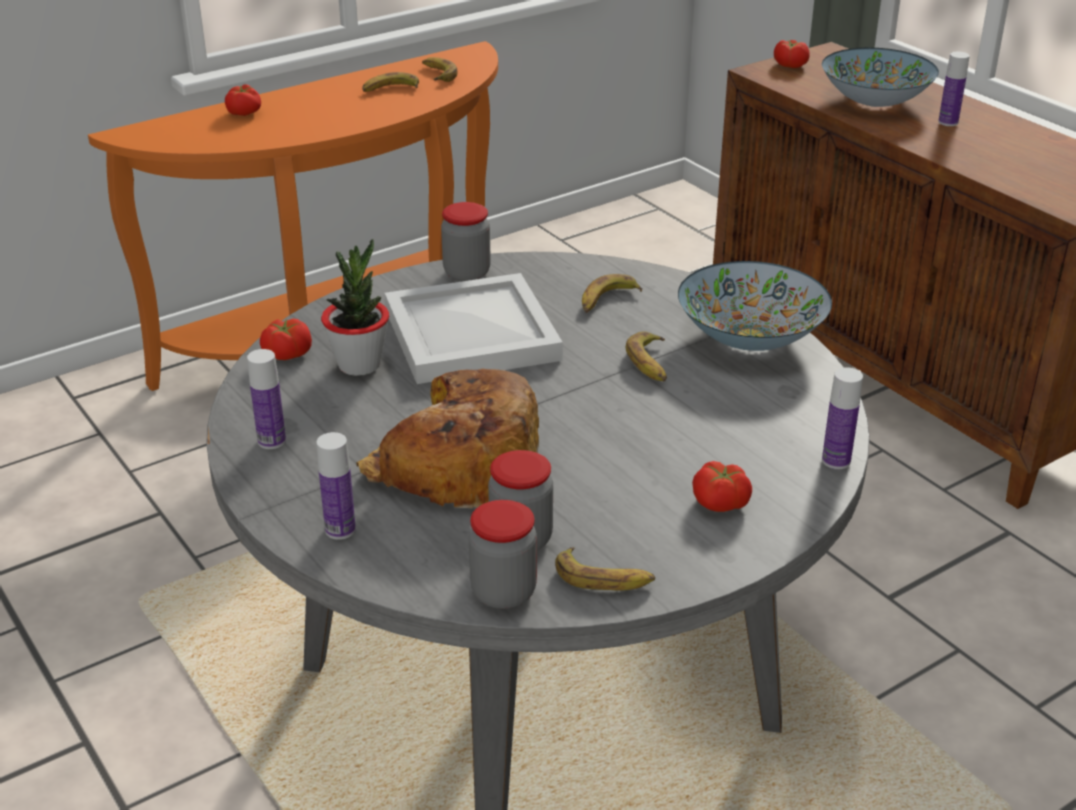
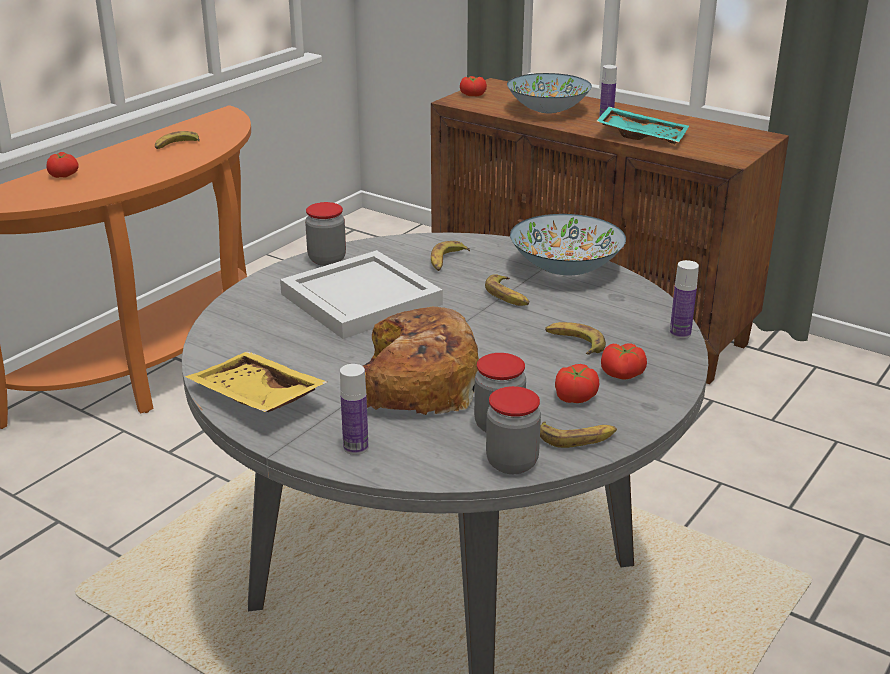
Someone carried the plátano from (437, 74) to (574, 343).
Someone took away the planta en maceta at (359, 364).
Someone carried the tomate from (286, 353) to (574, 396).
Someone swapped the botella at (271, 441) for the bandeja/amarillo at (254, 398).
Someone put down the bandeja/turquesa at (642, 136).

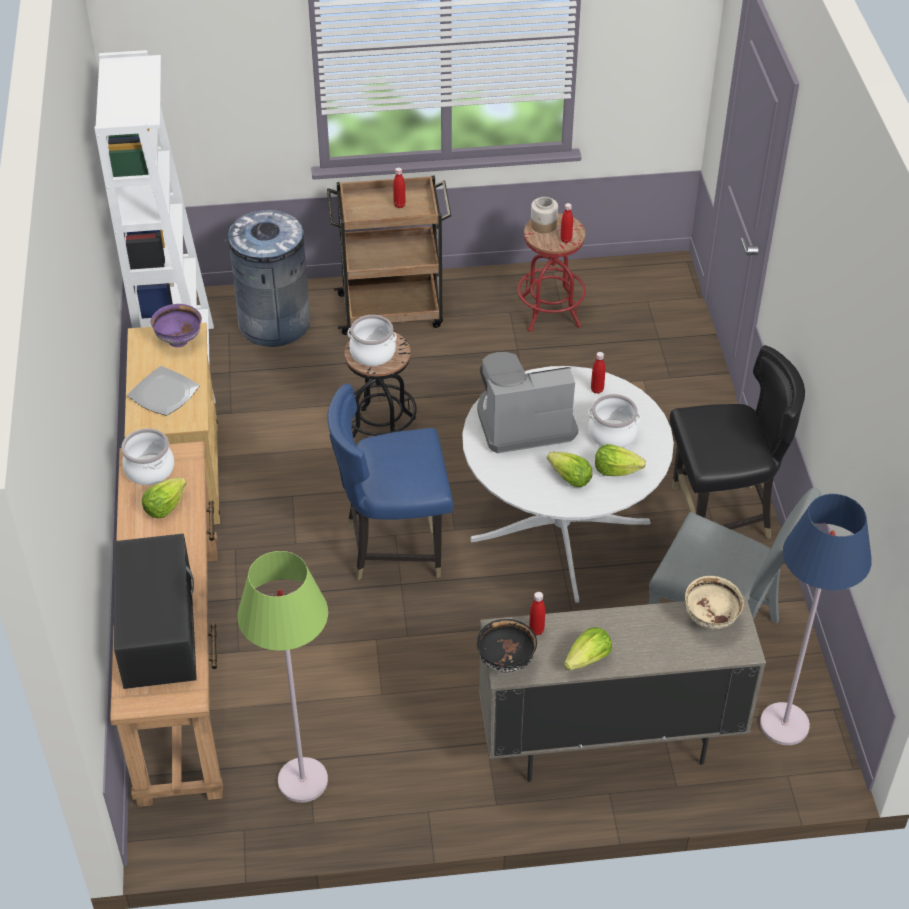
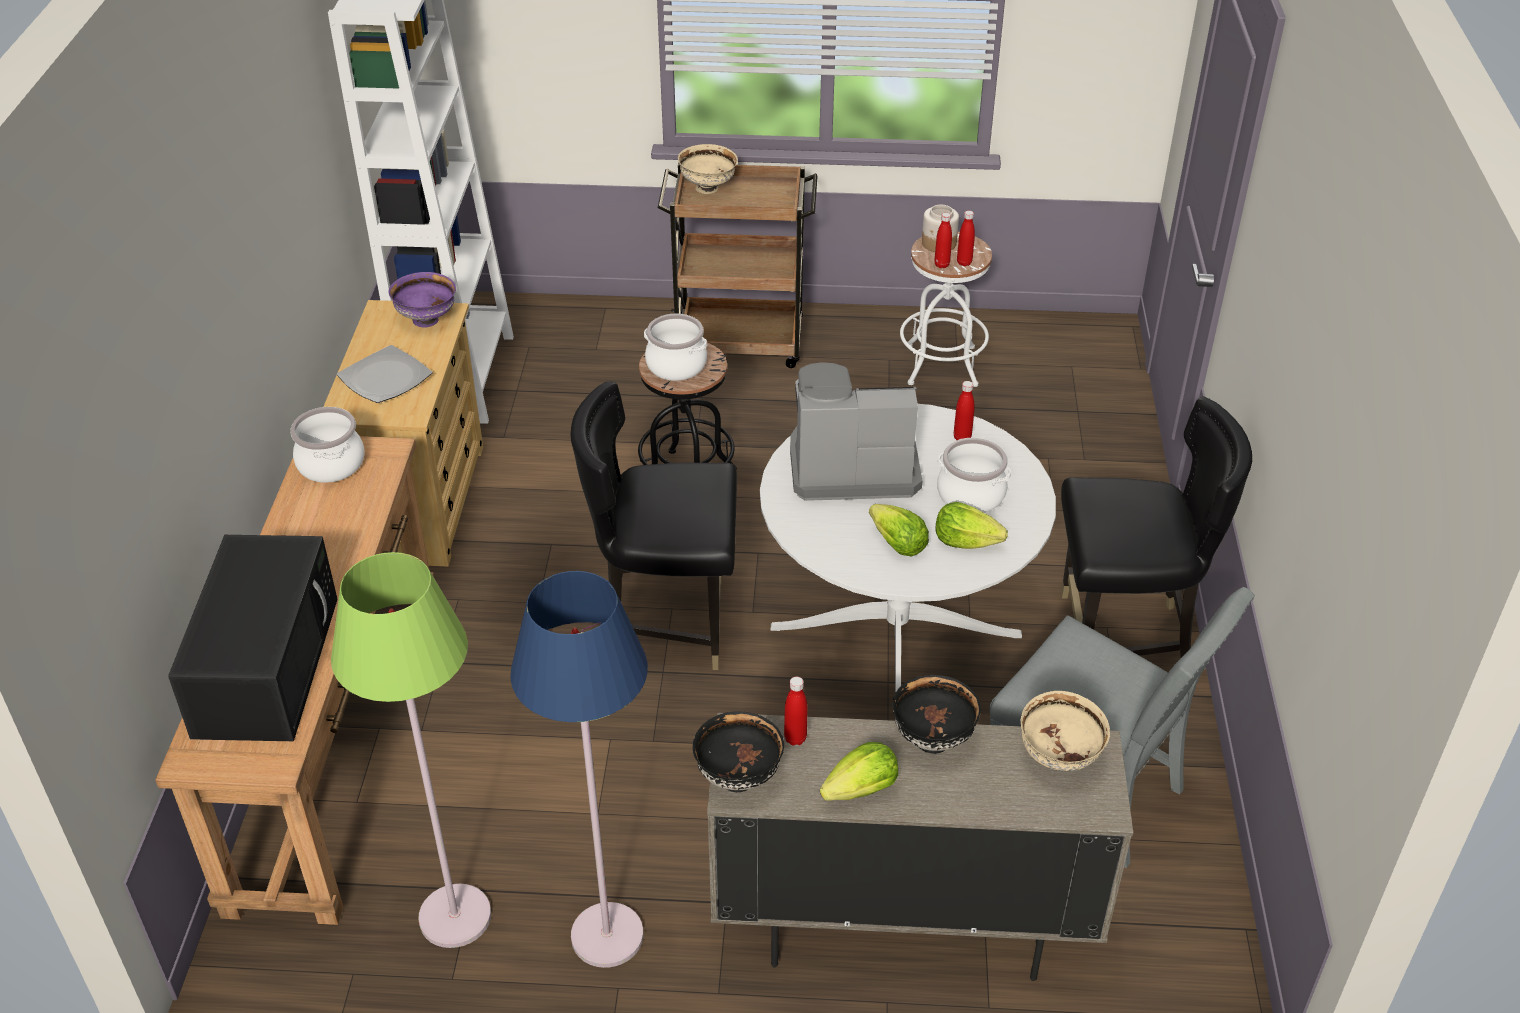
Someone carried the botella/rojo from (399, 205) to (941, 265).
Someone took away the papelera/gris at (274, 323).
Someone repainted the taburete/rojo at (550, 312), which became the taburete/blanco at (941, 365).
Someone repainted the silla/azul at (394, 546), which became the silla/negro at (666, 623).
Someone took away the lechuga at (164, 507).
Someone carried the lámpara de pie/azul from (784, 724) to (607, 935).
Someone put down the cuenco/beis at (708, 188).
Someone put down the cuenco/negro at (932, 739).

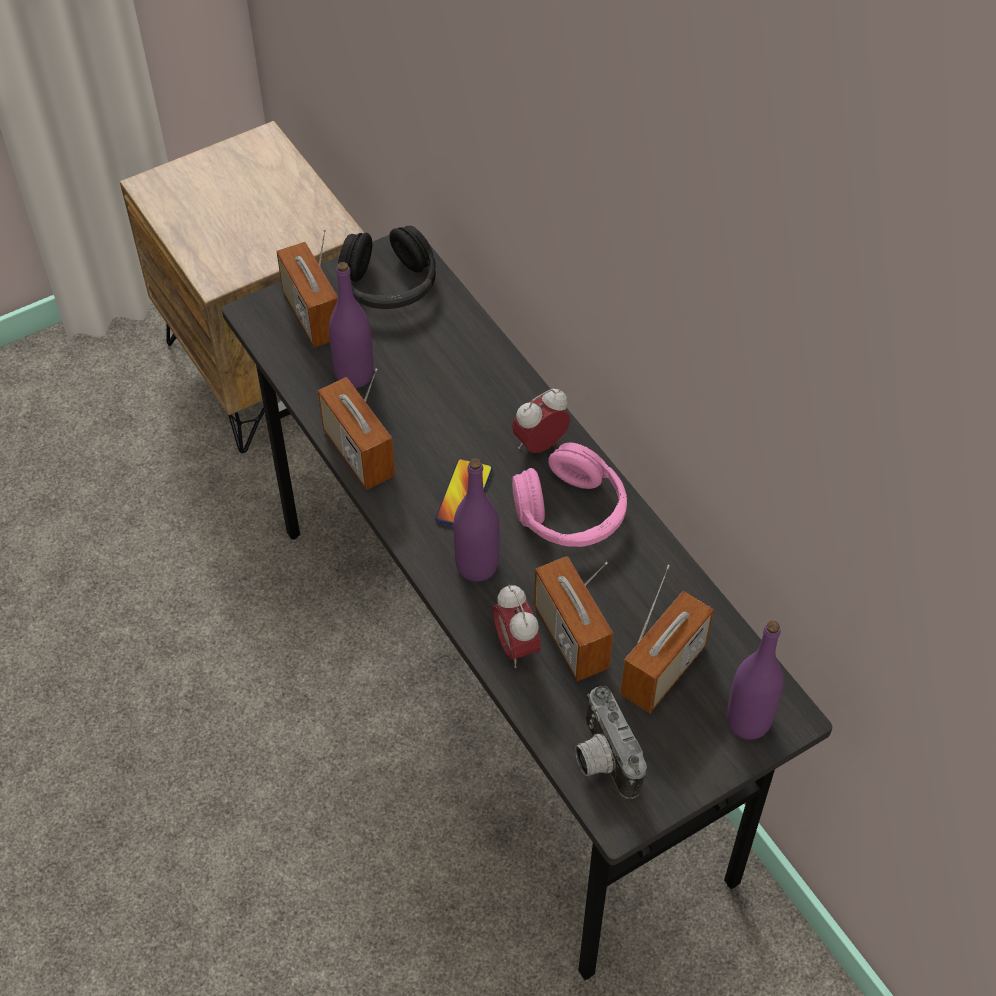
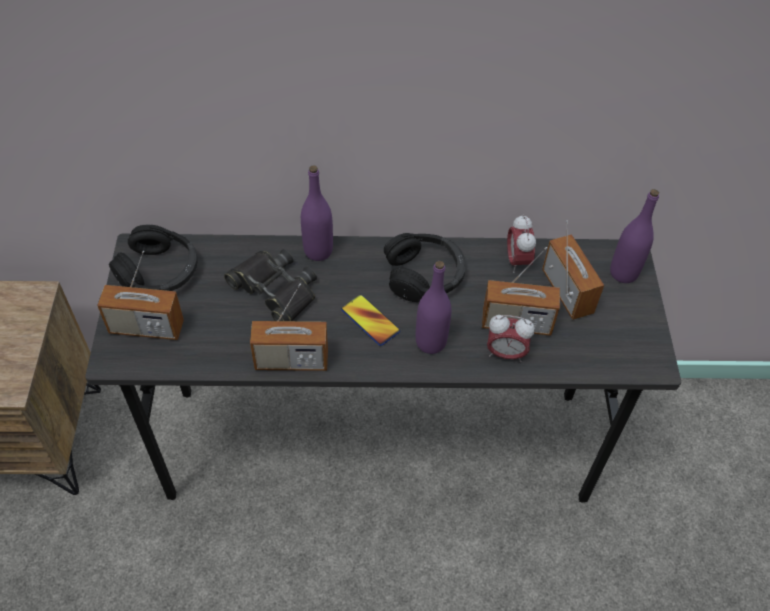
Someone carried the botella/morado from (354, 375) to (318, 251).
Someone carried the despertador from (540, 444) to (517, 261).
Someone repainted the auriculares/rosa at (571, 513), which became the auriculares/negro at (424, 275).
Someone took away the cámara at (601, 759).
Someone put down the prismáticos/negro at (275, 290).

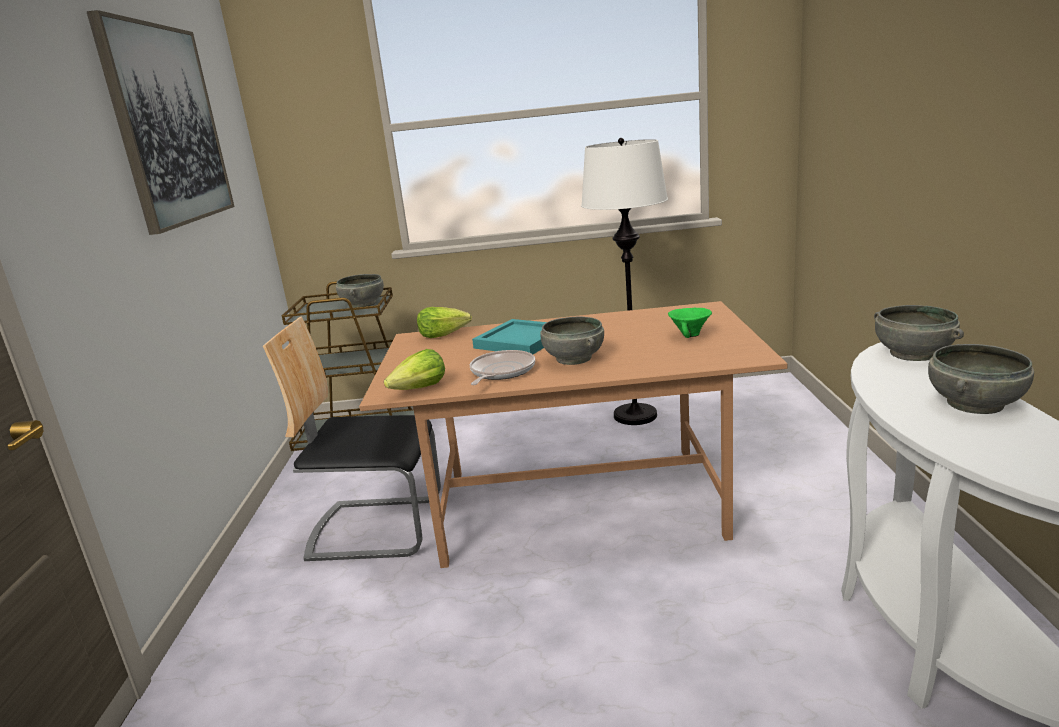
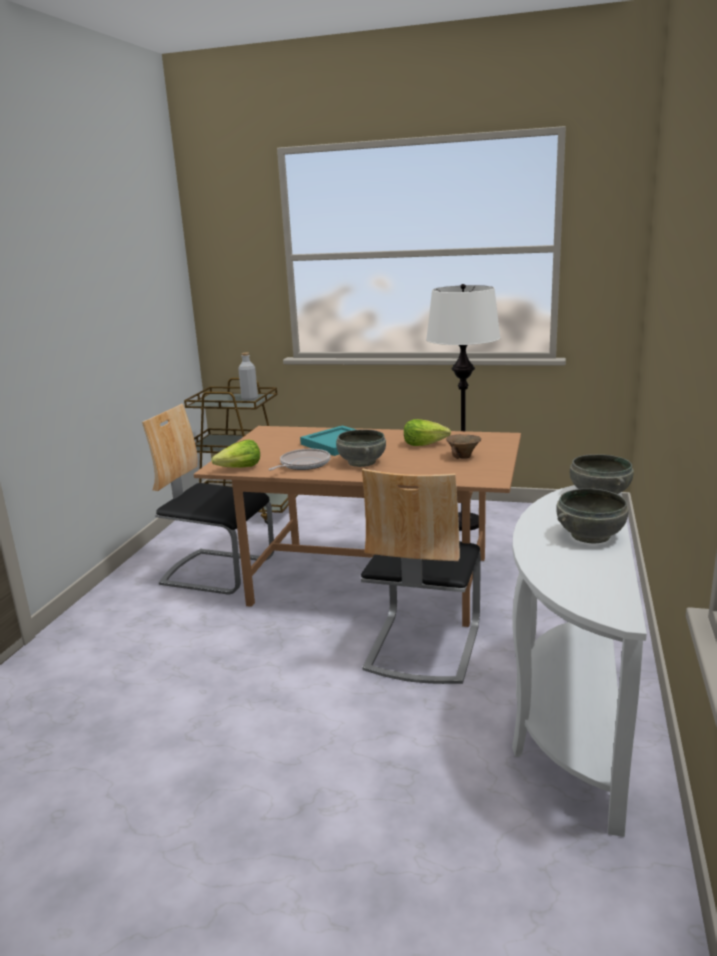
Someone took away the cuadro at (168, 126).
Someone swapped the cuenco/gris at (362, 304) for the botella/gris at (249, 398).
Someone carried the lechuga from (443, 335) to (424, 444).
Someone repainted the cuenco/verde at (690, 335), which became the cuenco/marrón at (463, 457).
Someone put down the silla at (422, 645).

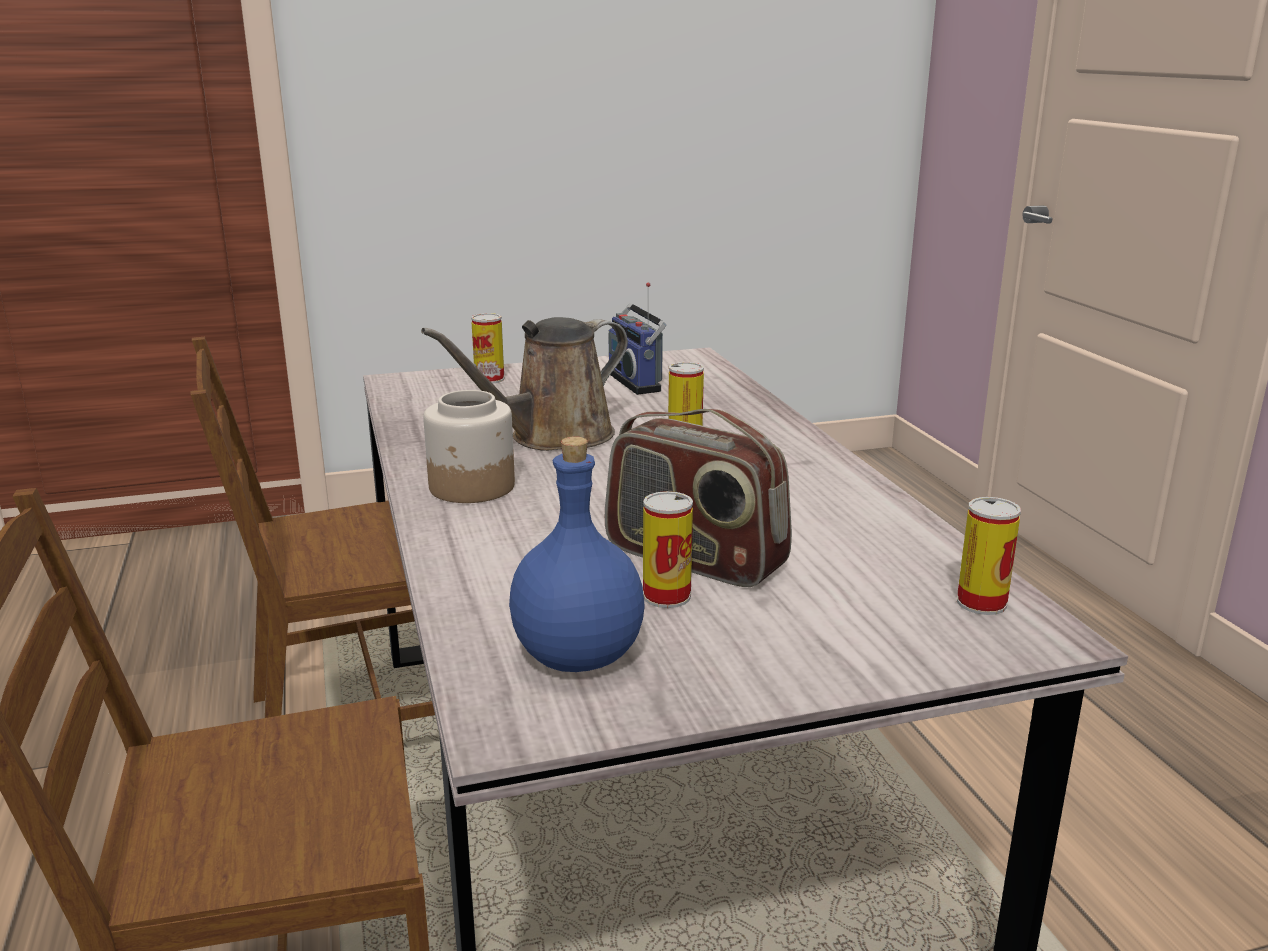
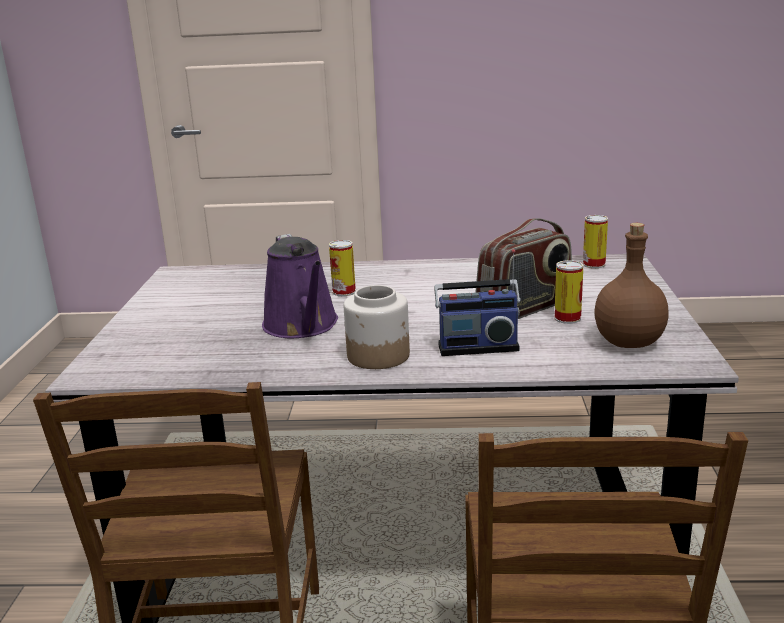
Someone carried the radio from (637, 381) to (477, 346).
Someone took away the lata at (489, 379).
Someone repainted the regadera/marrón at (553, 437), which became the regadera/morado at (302, 326).
Someone repainted the botella/azul at (580, 657), which became the botella/marrón at (629, 342).

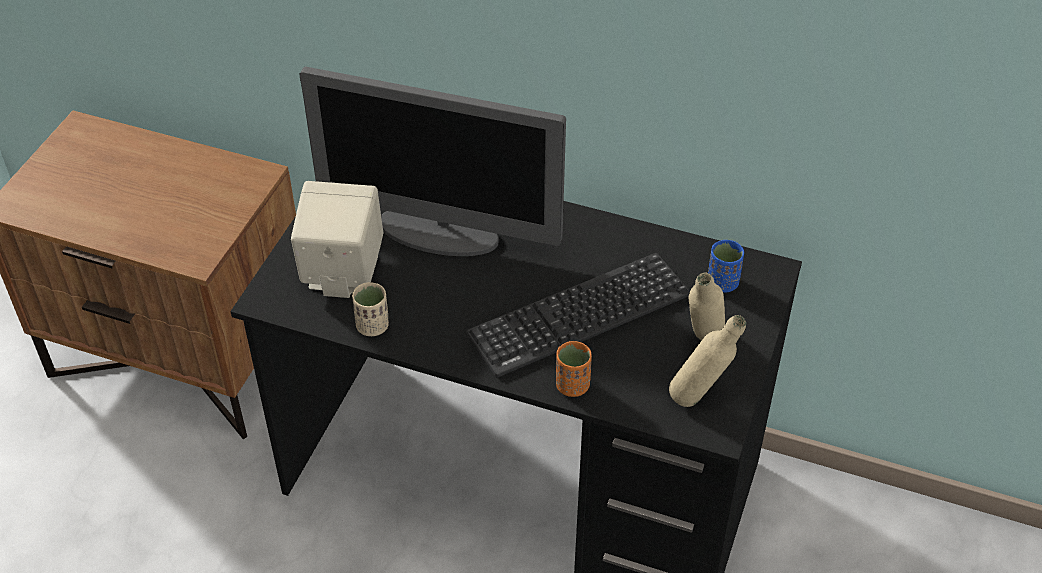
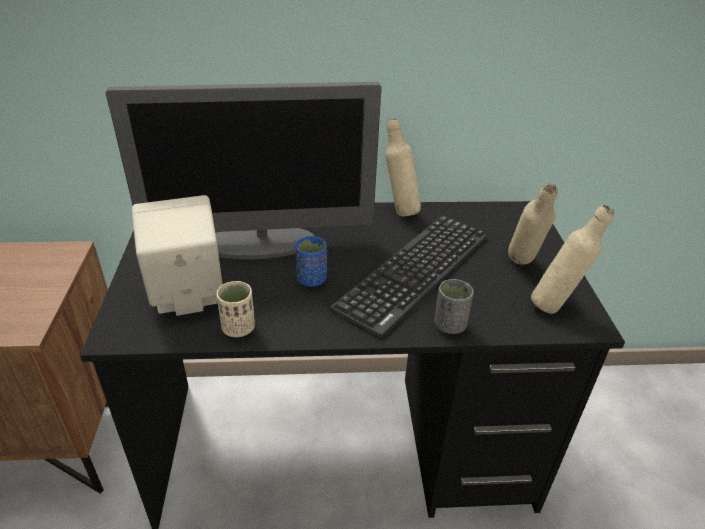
Someone carried the taza/azul from (722, 283) to (311, 279).
Someone repainted the taza/naranja at (572, 385), which became the taza/gris at (449, 325).
Someone put down the botella/beis at (399, 210).

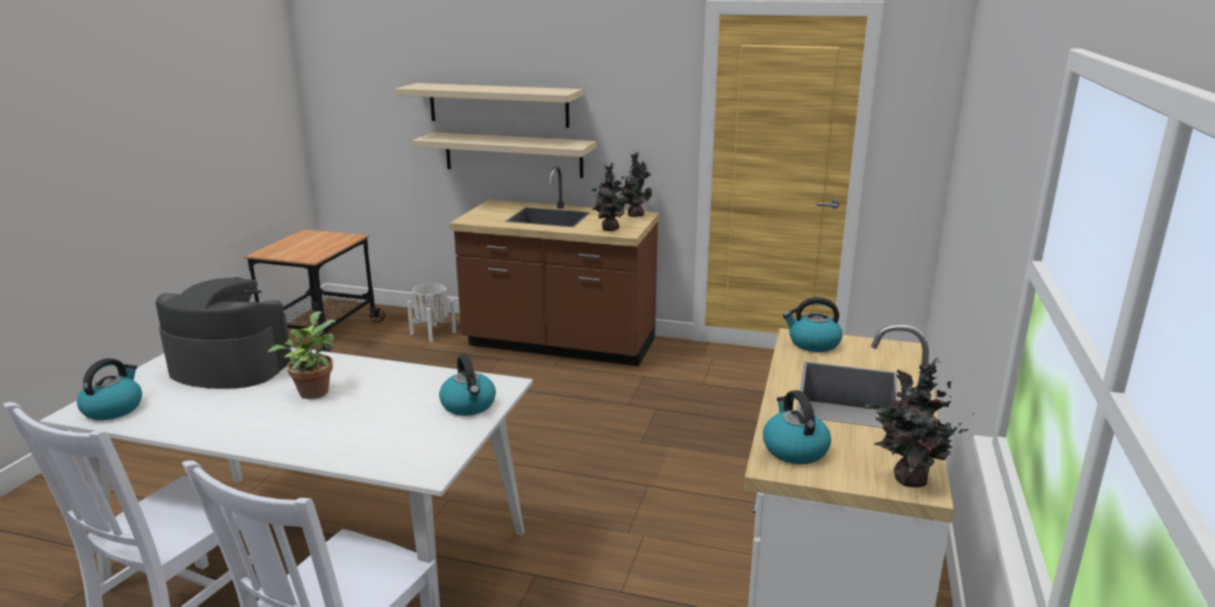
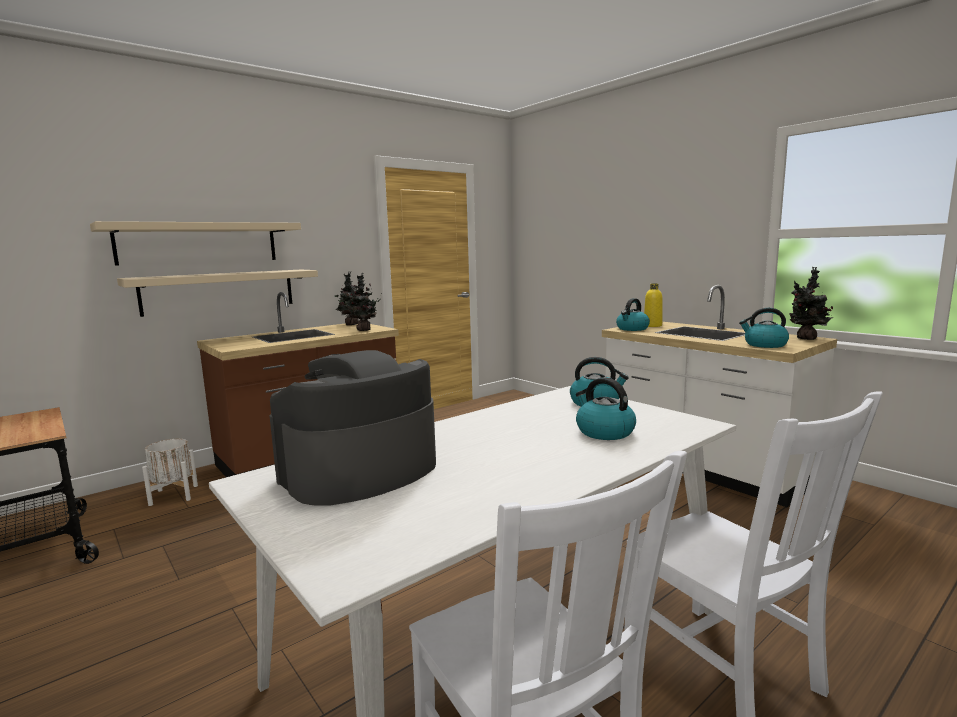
Someone took away the planta en maceta at (313, 391).
Someone carried the hervidor from (113, 408) to (604, 432).
Someone put down the botella/amarillo at (652, 325).

